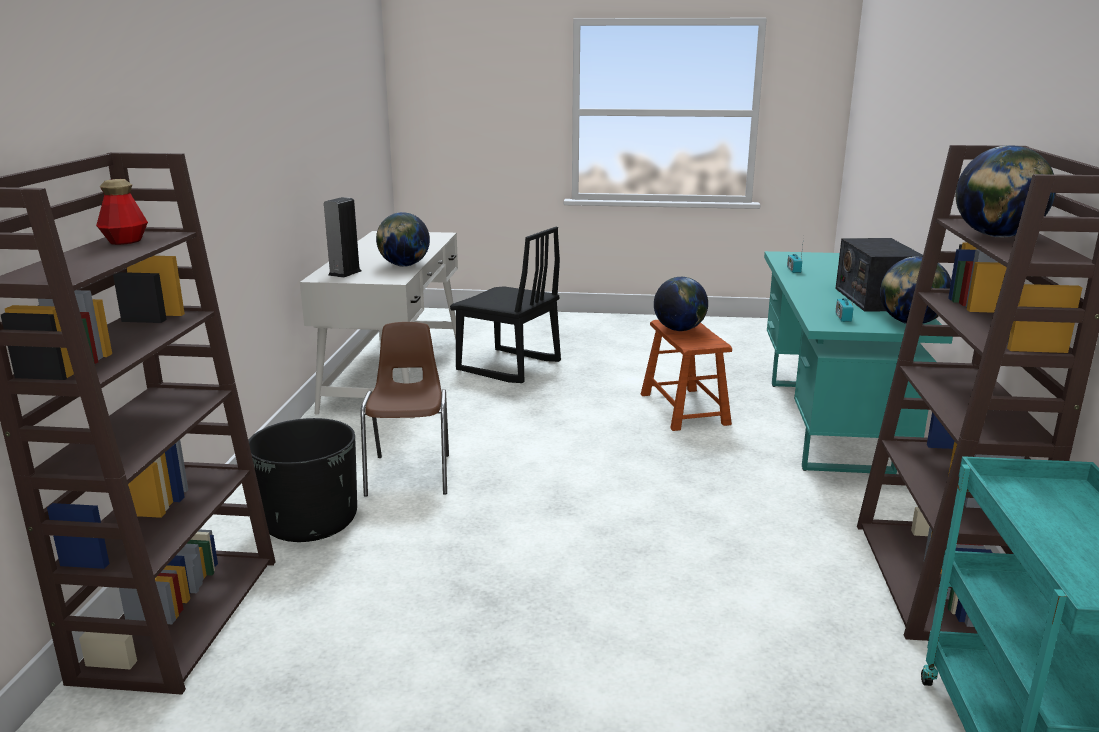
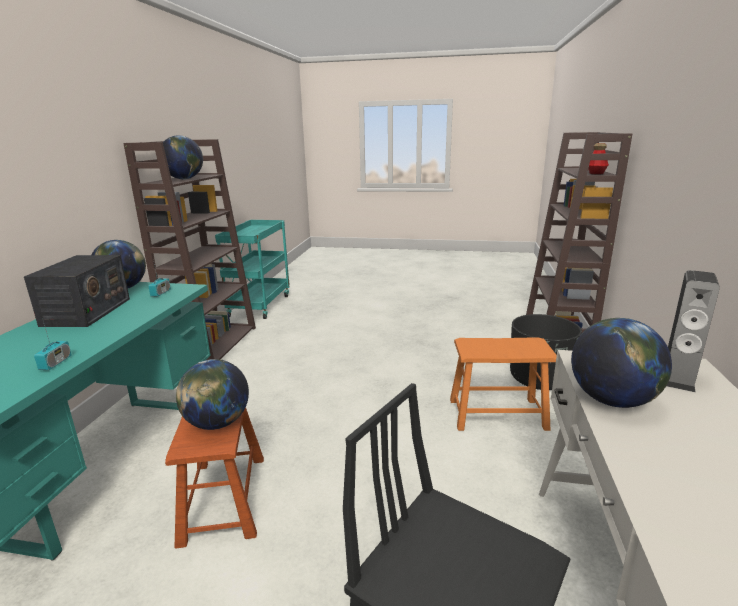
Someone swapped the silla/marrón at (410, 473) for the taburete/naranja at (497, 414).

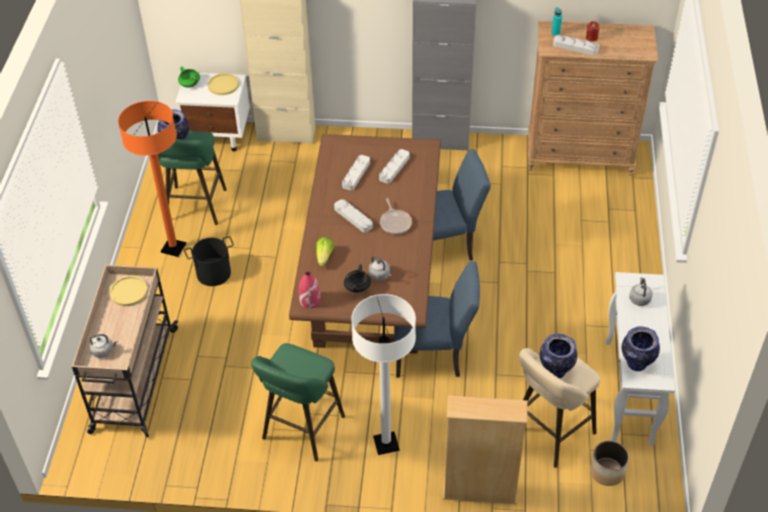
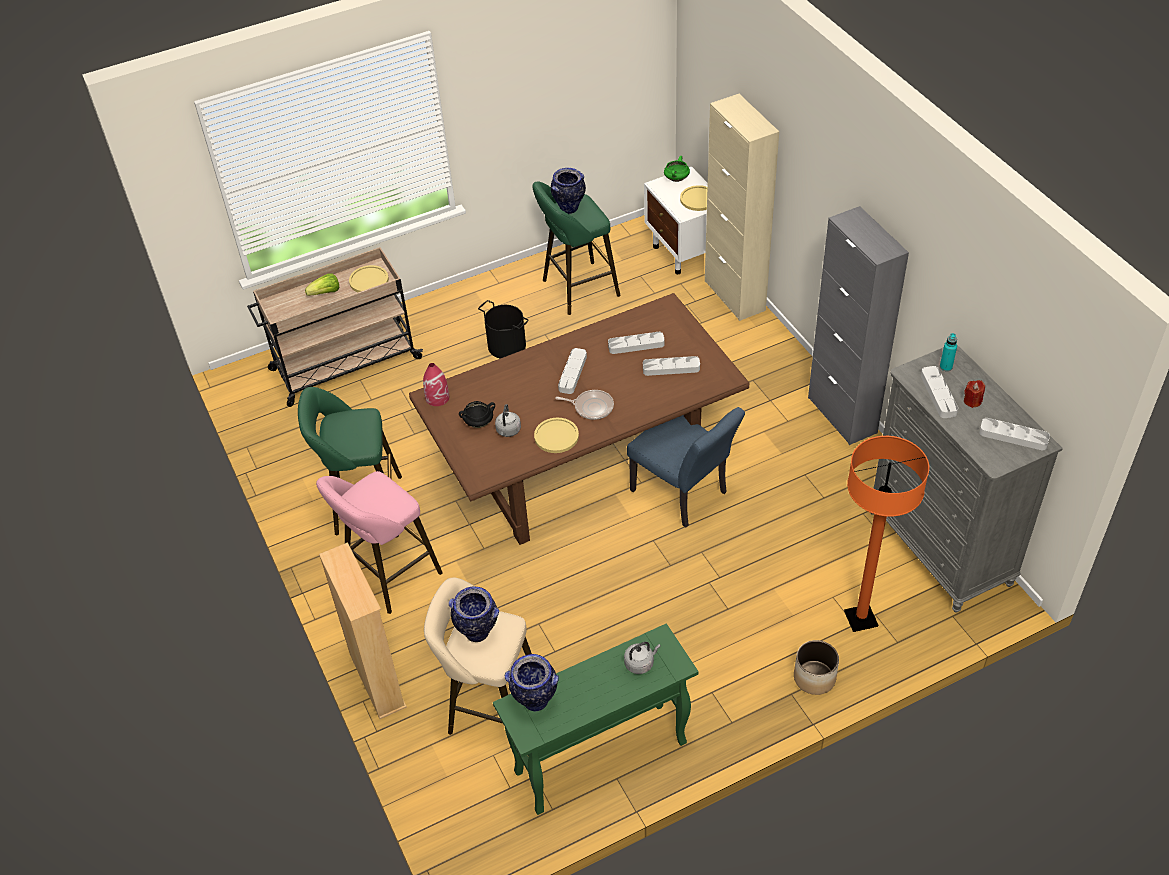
Someone repainted the cómoda/marrón at (580, 156), which became the cómoda/gris at (940, 548).
Someone carried the lámpara de pie/naranja from (173, 248) to (860, 619).
Someone rotated the sartén at (395, 222) by 120 degrees counterclockwise.
Someone carried the lechuga from (324, 257) to (325, 293).
Someone took away the silla/azul at (434, 355).
Someone repainted the mesa consola/blanco at (629, 392), which became the mesa consola/verde at (599, 758).
Someone swapped the lámpara de pie/blanco at (386, 444) for the taburete/rosa at (388, 577).
Someone took away the hervidor/gris at (104, 351).
Someone carried the maceta from (607, 472) to (814, 678).
Someone put down the plato/amarillo at (556, 436).
Someone put down the bandeja/gris at (1013, 436).

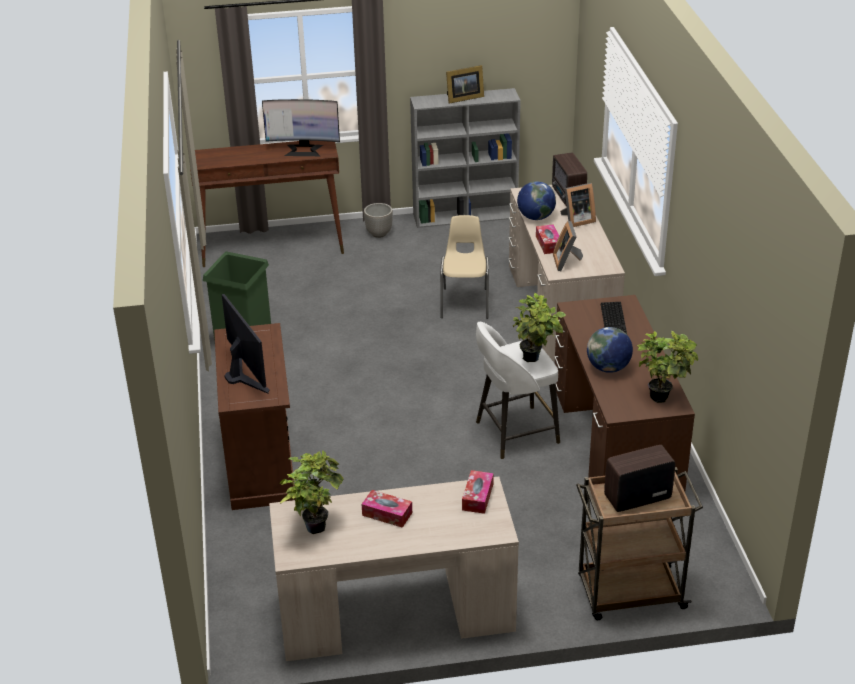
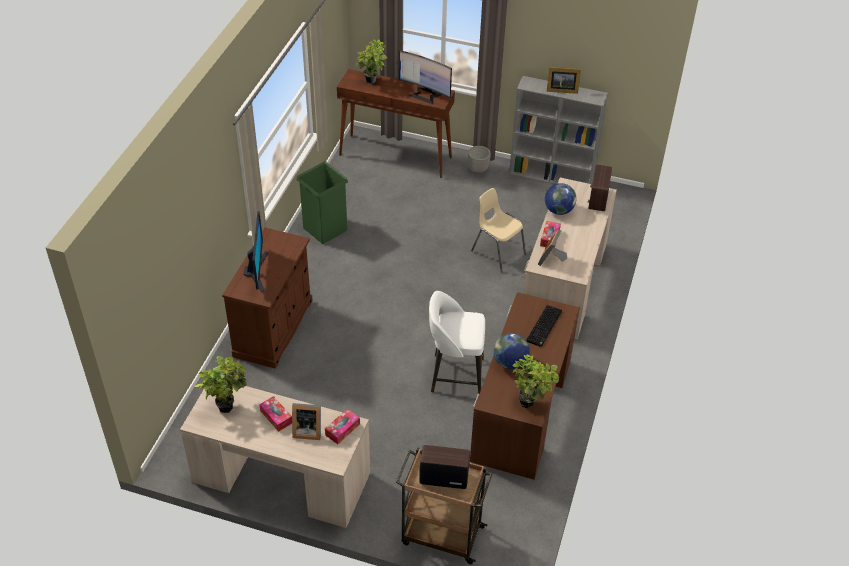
Someone carried the portarretratos from (576, 220) to (307, 430).
Someone rotated the silla/beis at (465, 303) by 75 degrees counterclockwise.
Someone carried the planta en maceta from (535, 359) to (372, 82).

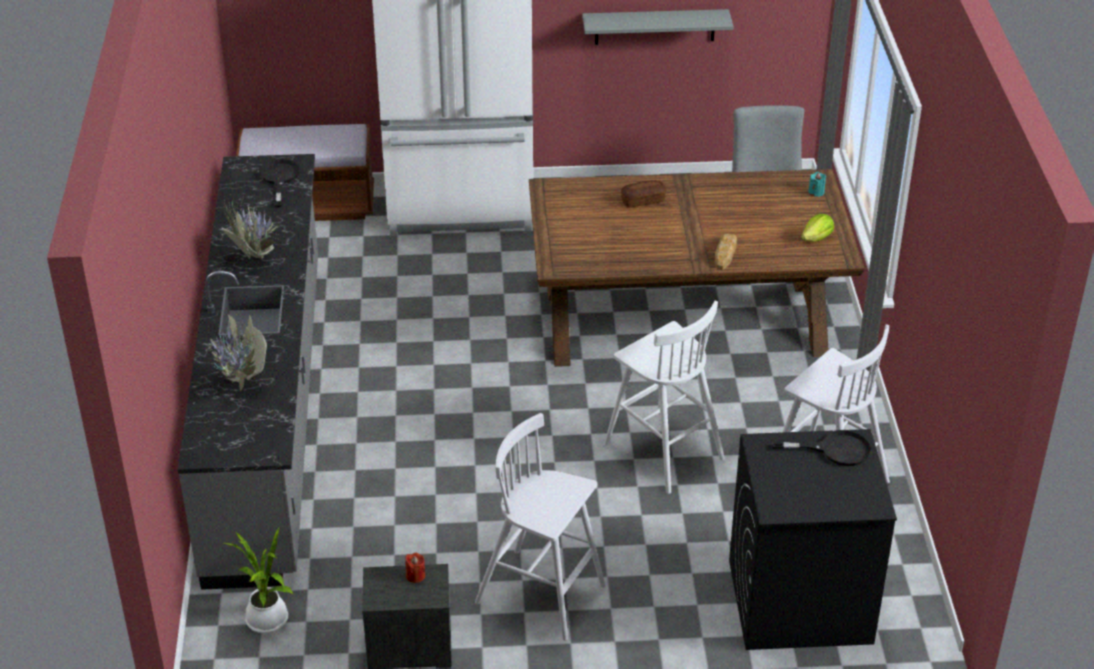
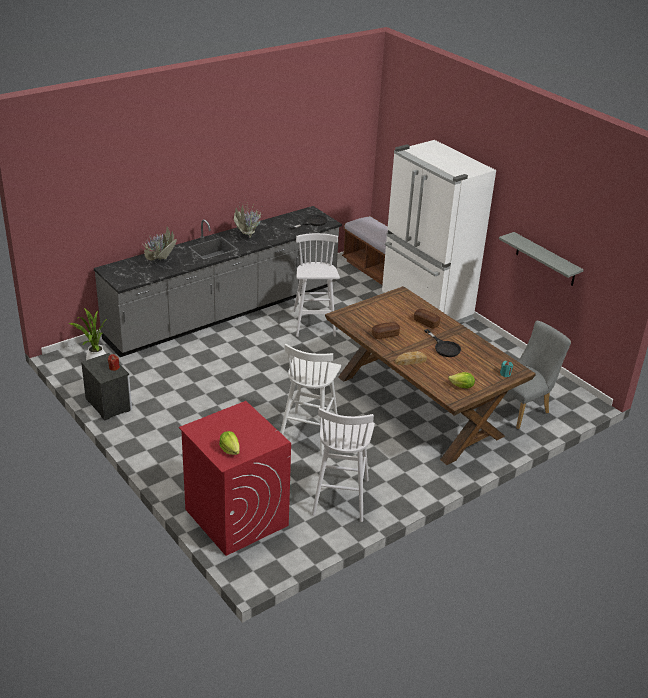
Someone carried the taburete/blanco from (542, 595) to (314, 324).
Someone repainted the lavadora/negro at (798, 602), which became the lavadora/rojo at (235, 517).
Someone carried the sartén/negro from (835, 450) to (444, 347).
Someone put down the pan at (385, 335).
Someone put down the lechuga at (230, 450).

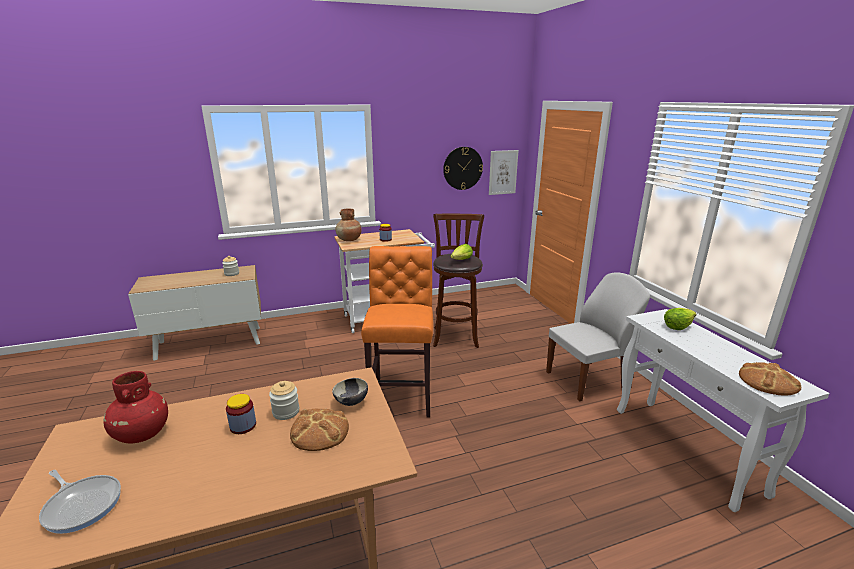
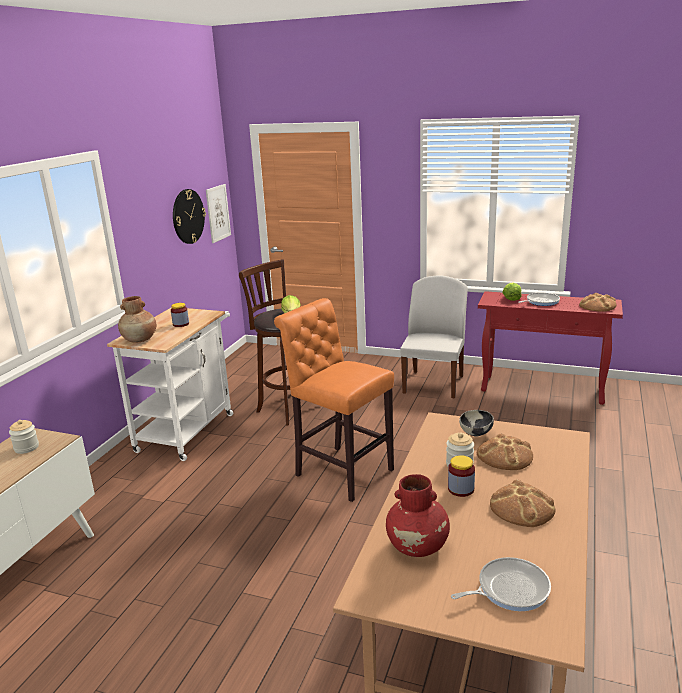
Someone repainted the mesa consola/blanco at (687, 450), which became the mesa consola/rojo at (543, 389).
Someone put down the sartén at (541, 302).
Someone put down the pan at (522, 507).

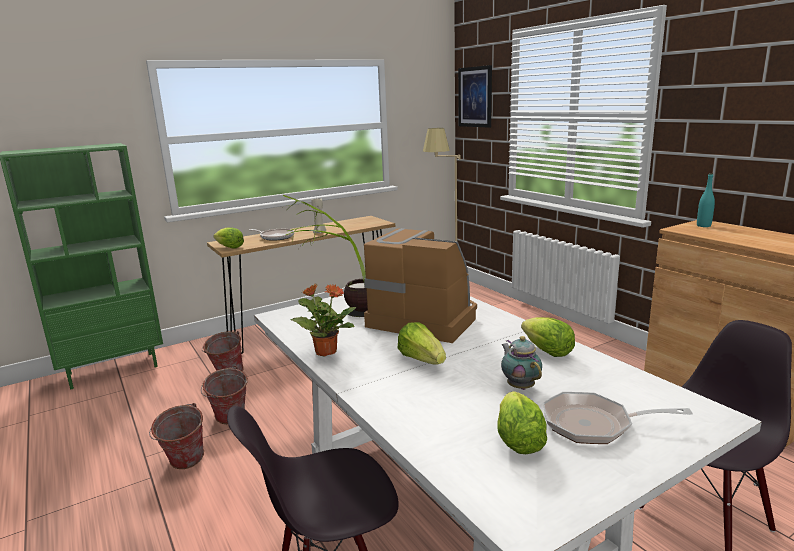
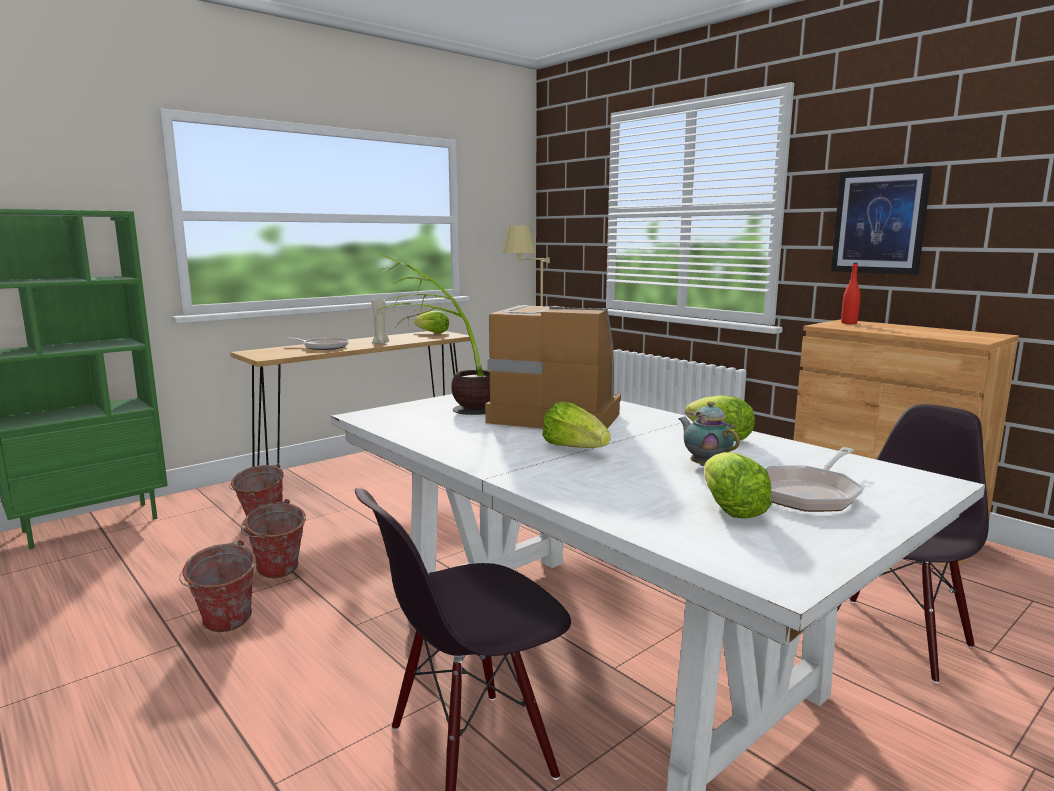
Someone carried the cuadro from (475, 97) to (879, 221).
Someone repainted the botella/turquesa at (703, 225), which became the botella/rojo at (849, 323).
Someone carried the lechuga from (230, 247) to (433, 333).
Someone took away the planta en maceta at (325, 351).
Someone rotated the sartén at (594, 424) by 45 degrees counterclockwise.

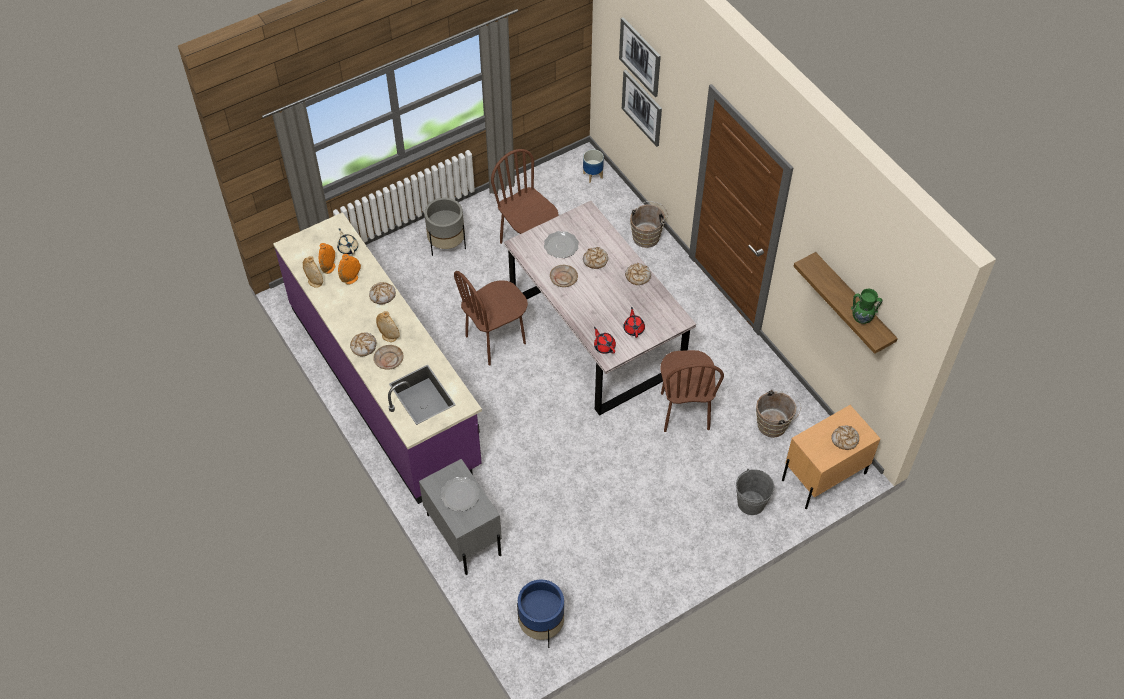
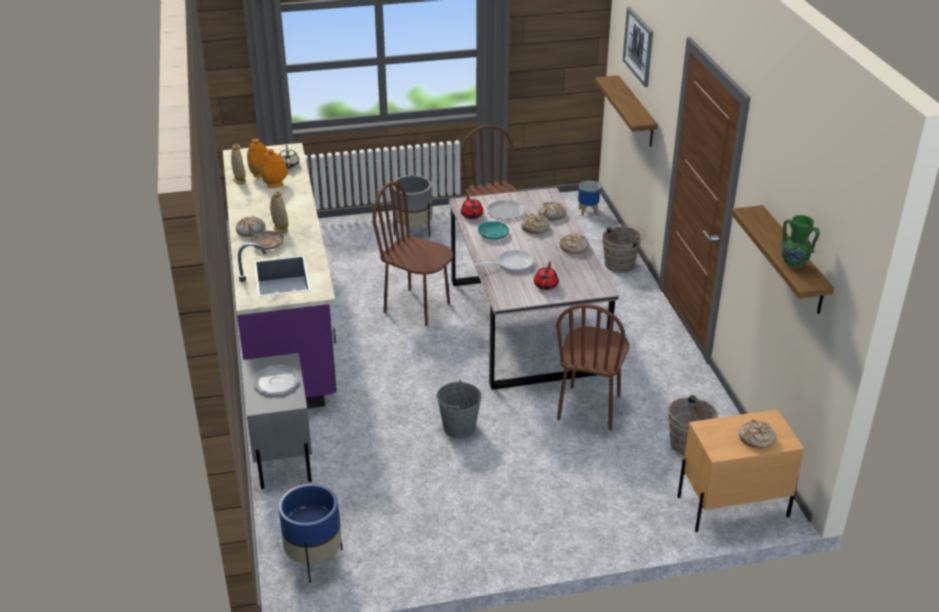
Someone swapped the cuadro at (642, 107) for the estante at (636, 112).
Someone repainted the plato/beis at (563, 278), which became the plato/turquesa at (493, 234).
Someone rotated the silla/marrón at (495, 340) by 45 degrees clockwise.
Someone carried the pan from (382, 295) to (552, 215).
Someone carried the tetera/rojo from (604, 346) to (471, 215).
Someone carried the cubo/gris from (751, 503) to (459, 427).
Someone put down the sartén at (511, 264).

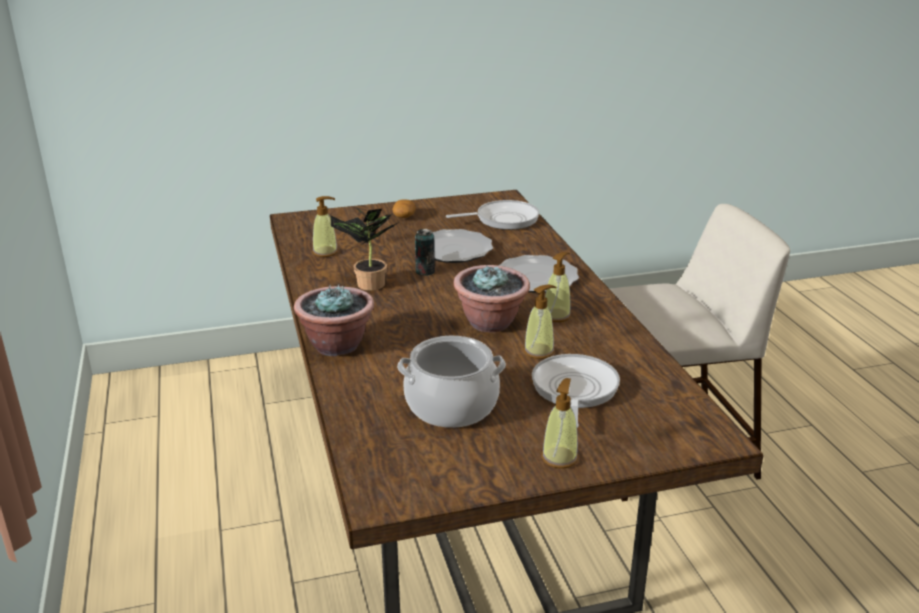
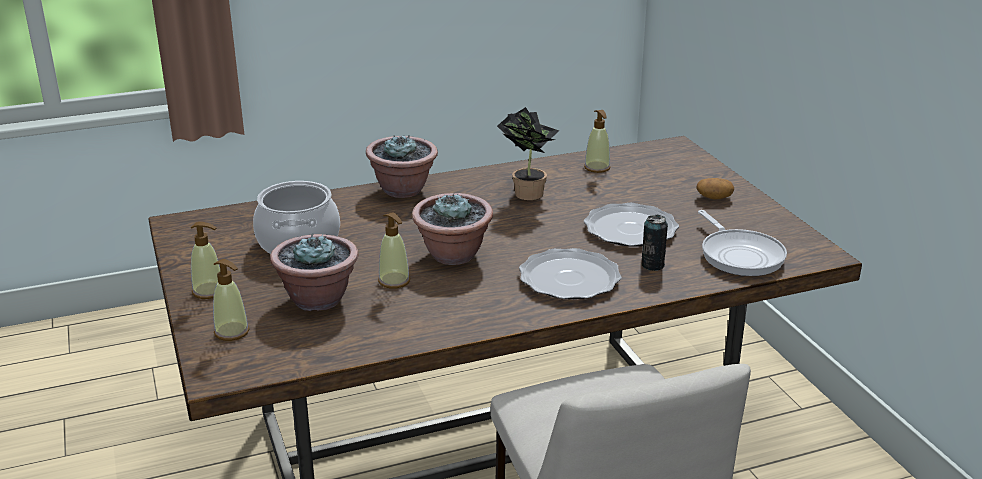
Someone carried the lata from (425, 272) to (652, 265).
Someone carried the dispensador de jabón from (556, 316) to (232, 332).
Someone swapped the sartén at (574, 390) for the planta en maceta at (318, 299).

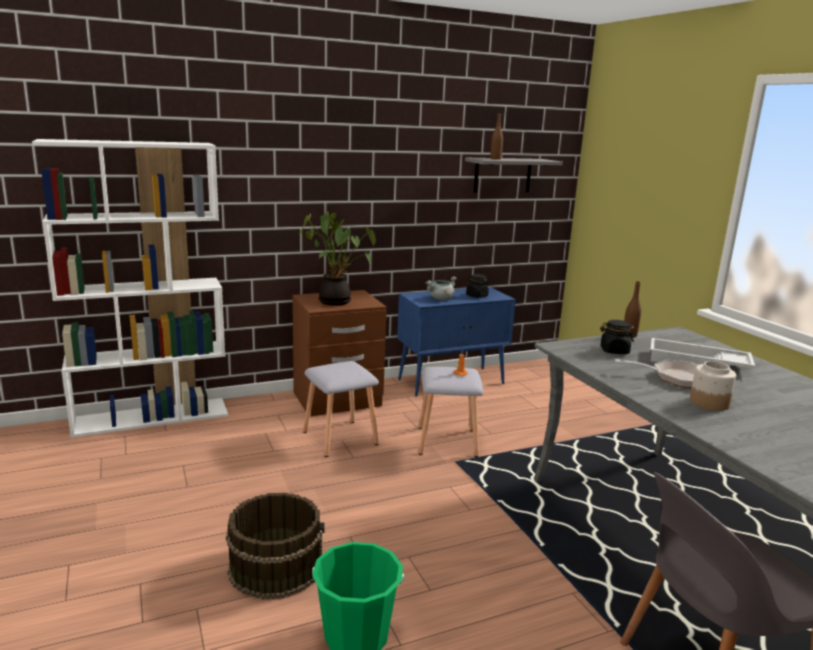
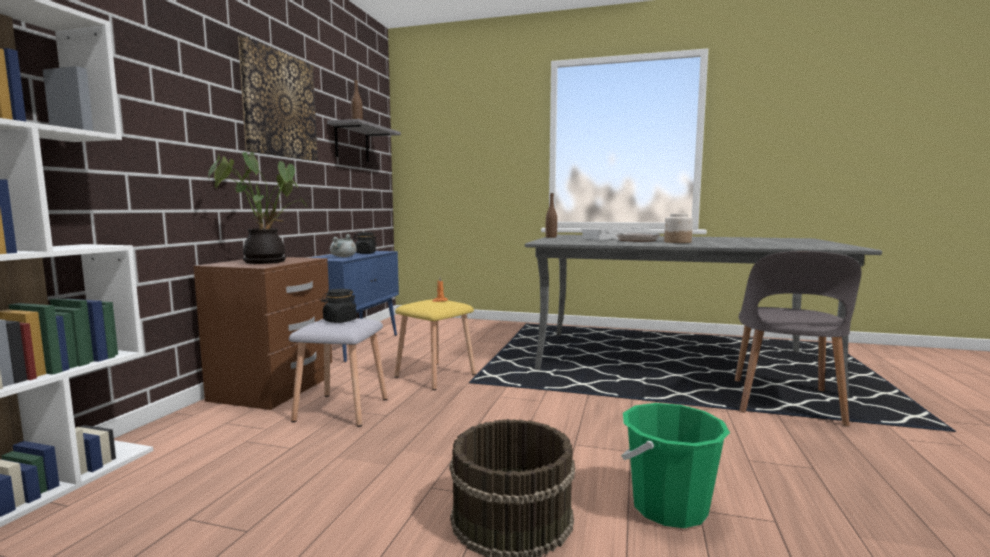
Someone carried the tarro/negro from (614, 351) to (339, 321).
Someone repainted the taburete/gris at (448, 441), which became the taburete/amarillo at (435, 375).
Someone put up the cuadro at (279, 105).

